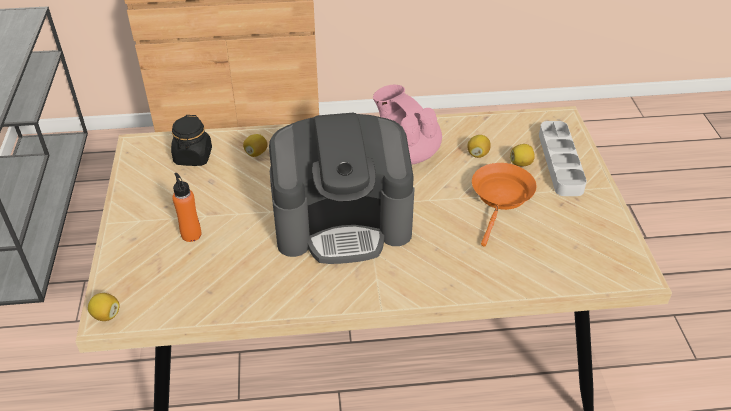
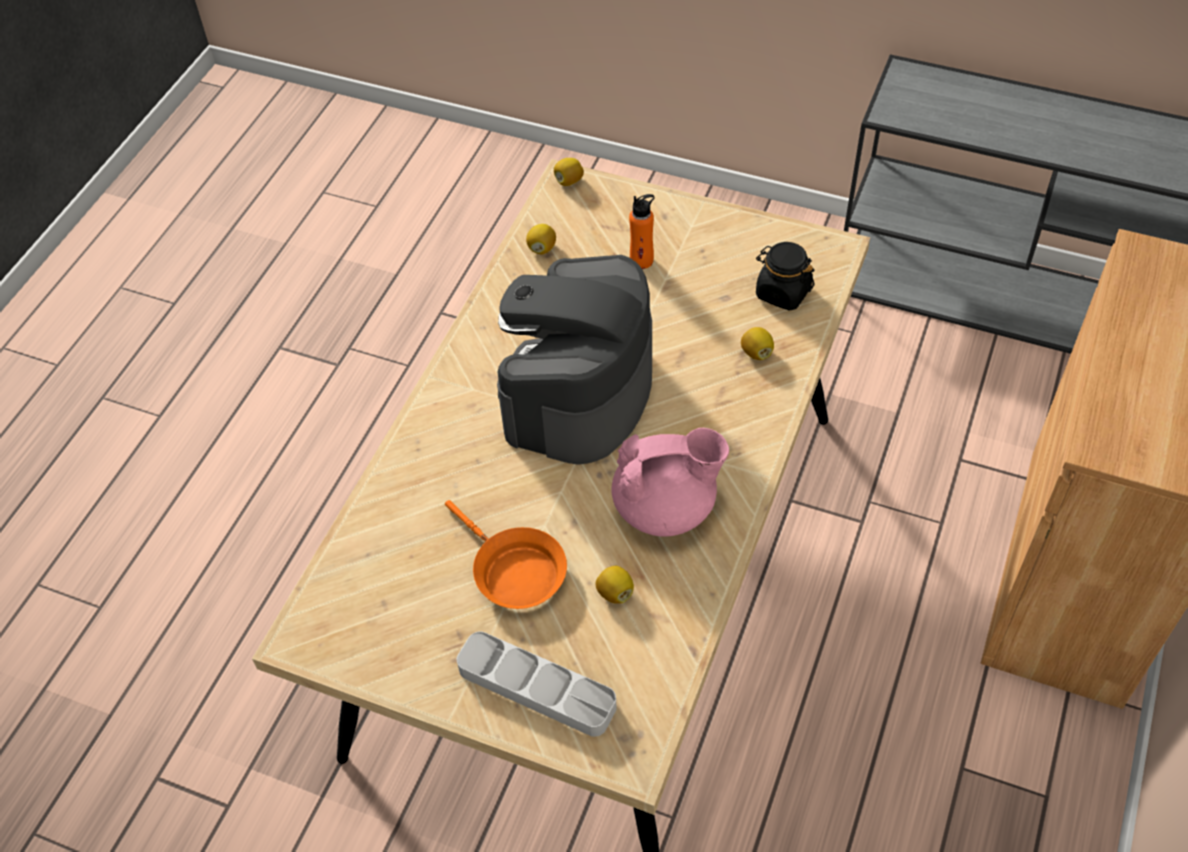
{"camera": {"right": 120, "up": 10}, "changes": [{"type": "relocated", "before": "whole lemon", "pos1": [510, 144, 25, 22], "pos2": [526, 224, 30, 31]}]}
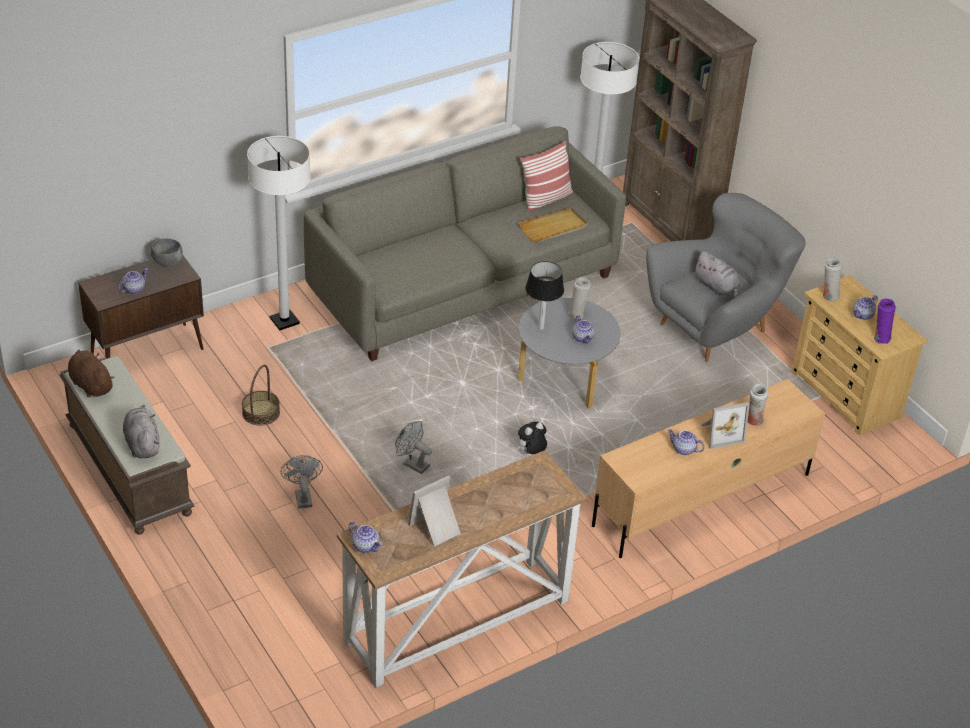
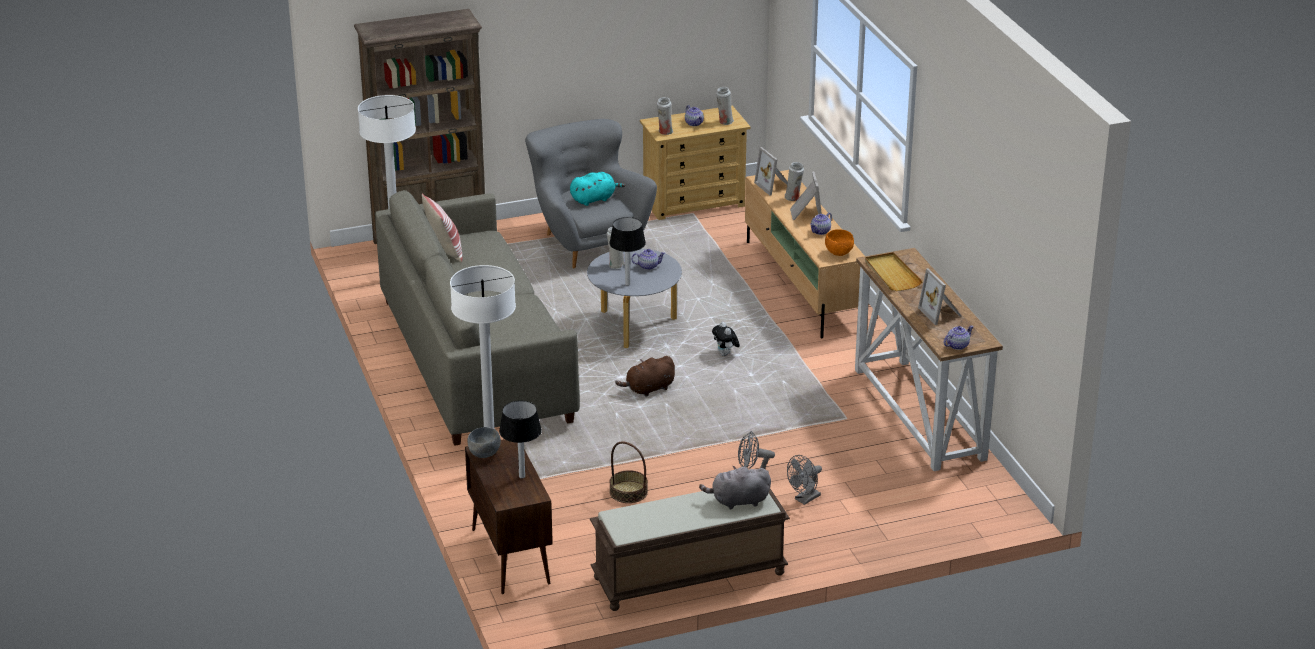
{"camera": {"right": -75, "up": -10}, "changes": [{"type": "appeared", "after": "photo frame", "pos2": [754, 147, 34, 48]}, {"type": "appeared", "after": "orange deep dish", "pos2": [825, 229, 29, 27]}, {"type": "relocated", "before": "brownish plush toy", "pos1": [68, 350, 46, 47], "pos2": [615, 356, 60, 41]}, {"type": "relocated", "before": "grey fan", "pos1": [395, 421, 37, 53], "pos2": [787, 455, 35, 50]}, {"type": "relocated", "before": "beige carrying tray", "pos1": [519, 208, 69, 34], "pos2": [865, 252, 58, 39]}, {"type": "exchanged", "before": "pot for tea", "after": "lamp for a table", "pos1": [118, 268, 30, 26], "pos2": [499, 400, 43, 78]}, {"type": "colour", "before": "grey plush toy", "after": "blue-green plush toy", "pos1": [694, 251, 46, 46], "pos2": [570, 172, 55, 34]}, {"type": "colour", "before": "purplish decorative vase", "after": "whitish decorative vase", "pos1": [874, 299, 22, 45], "pos2": [716, 87, 18, 38]}]}
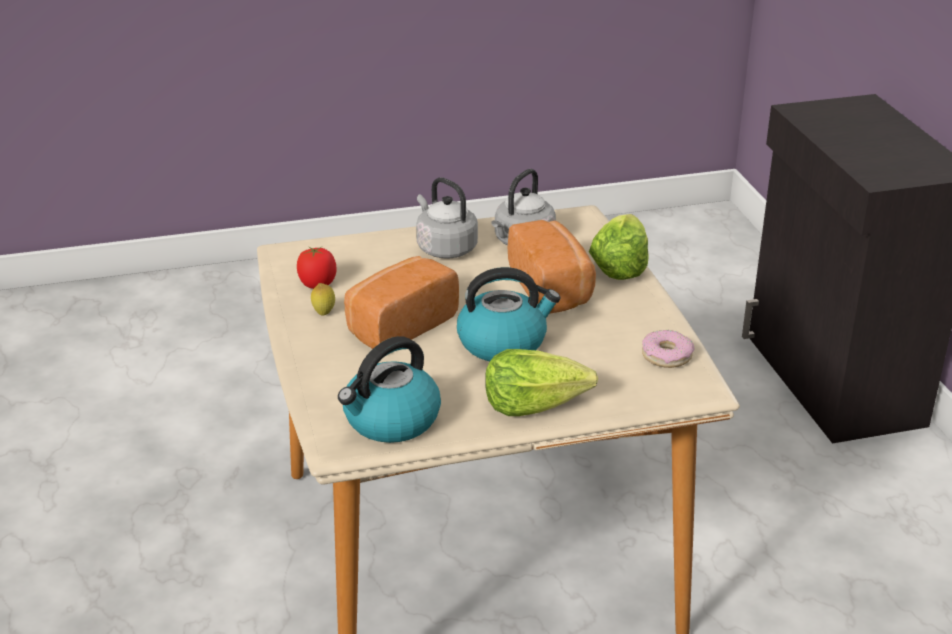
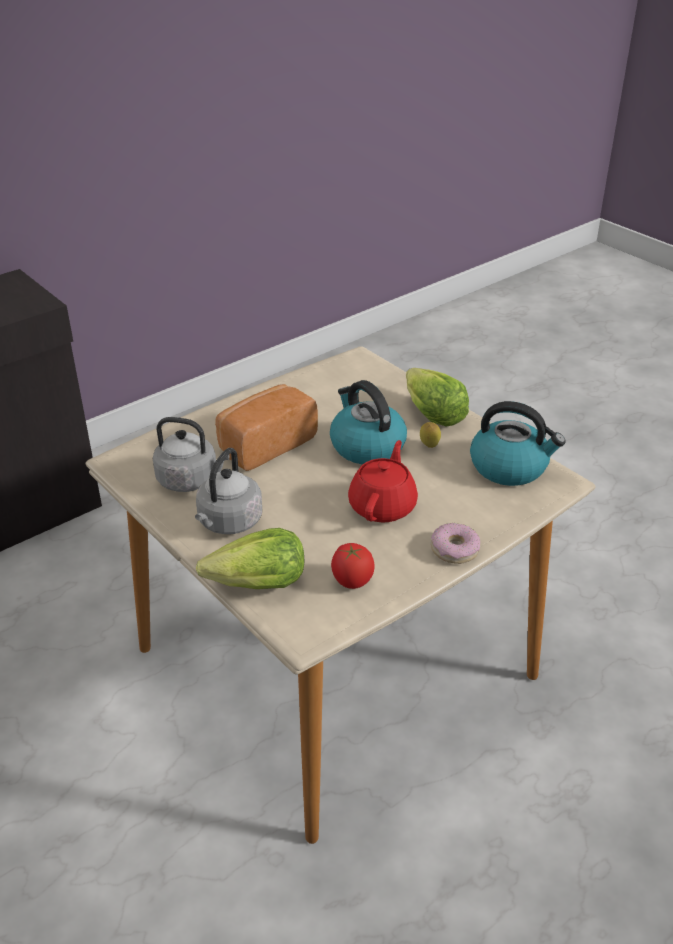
{"camera": {"right": -115, "up": 5}, "changes": [{"type": "relocated", "before": "whole lemon", "pos1": [311, 283, 24, 33], "pos2": [420, 422, 21, 26]}, {"type": "relocated", "before": "head of lettuce", "pos1": [589, 214, 59, 66], "pos2": [196, 528, 108, 61]}, {"type": "relocated", "before": "ring doughnut", "pos1": [642, 330, 53, 38], "pos2": [431, 523, 49, 41]}, {"type": "exchanged", "before": "bakery bread", "after": "reddish pot for tea", "pos1": [344, 256, 115, 93], "pos2": [348, 440, 70, 83]}]}
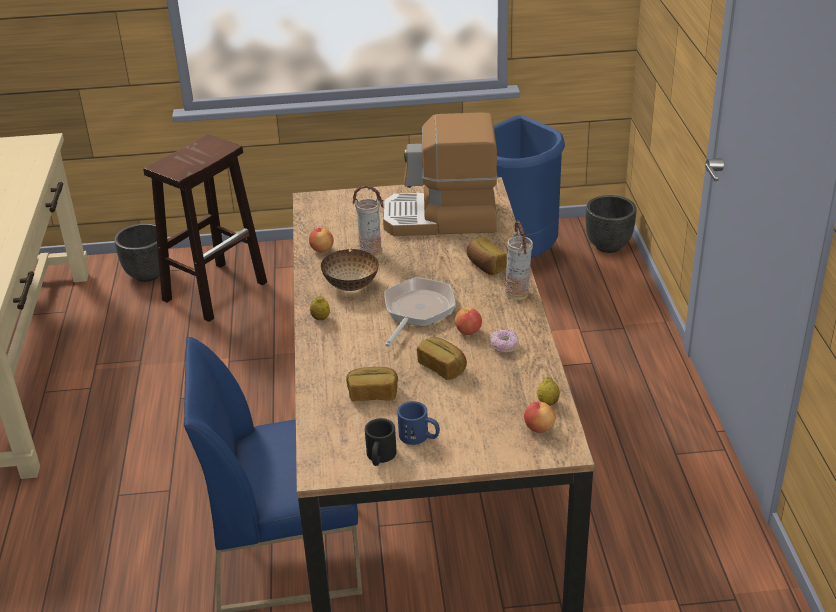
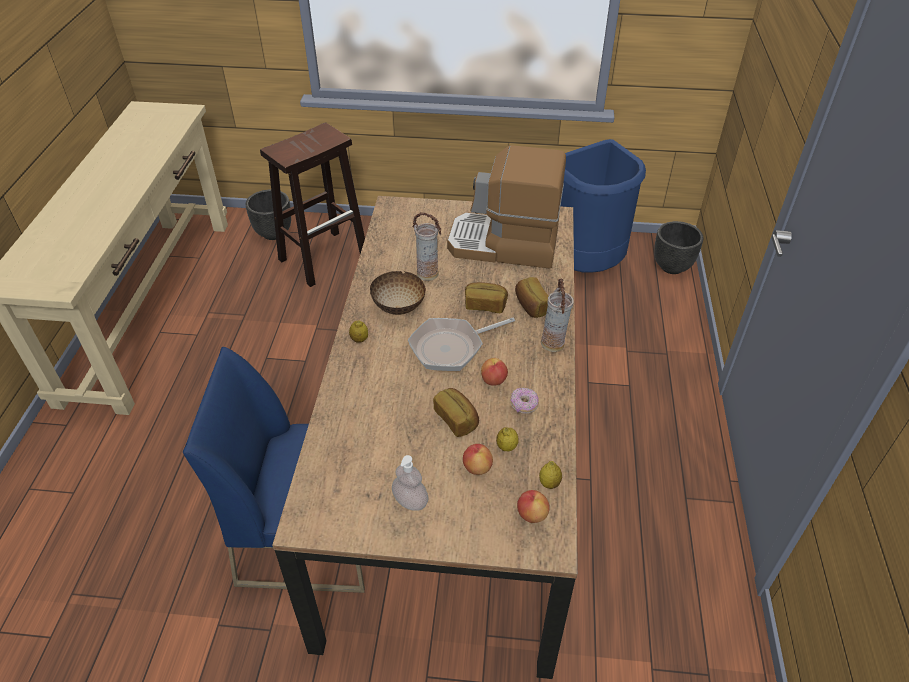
{"camera": {"right": 10, "up": 10}, "changes": [{"type": "missing", "before": "black-coloured coffee mug", "pos1": [365, 418, 32, 48]}, {"type": "appeared", "after": "whole lemon", "pos2": [496, 427, 22, 24]}, {"type": "relocated", "before": "whole apple", "pos1": [309, 227, 25, 25], "pos2": [463, 444, 30, 31]}, {"type": "relocated", "before": "bakery bread", "pos1": [346, 367, 52, 35], "pos2": [465, 282, 43, 31]}, {"type": "exchanged", "before": "blue coffee mug", "after": "liquid soap bottle", "pos1": [397, 401, 43, 44], "pos2": [392, 455, 37, 56]}, {"type": "spun", "before": "frying pan", "pos1": [384, 277, 72, 70], "pos2": [408, 318, 107, 53], "turn": -150}]}
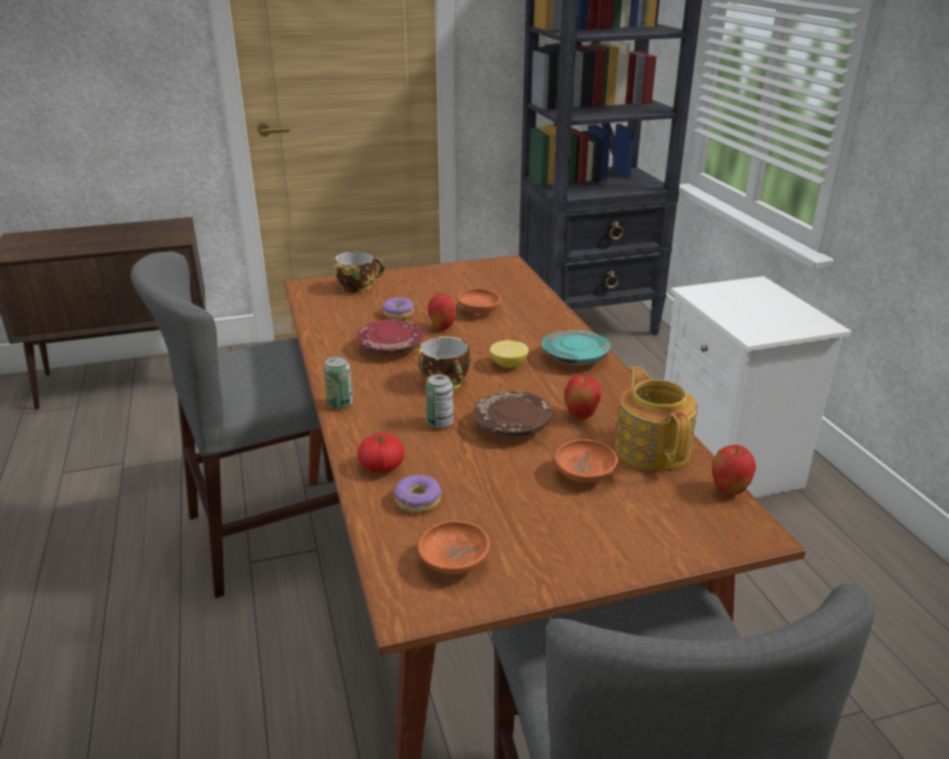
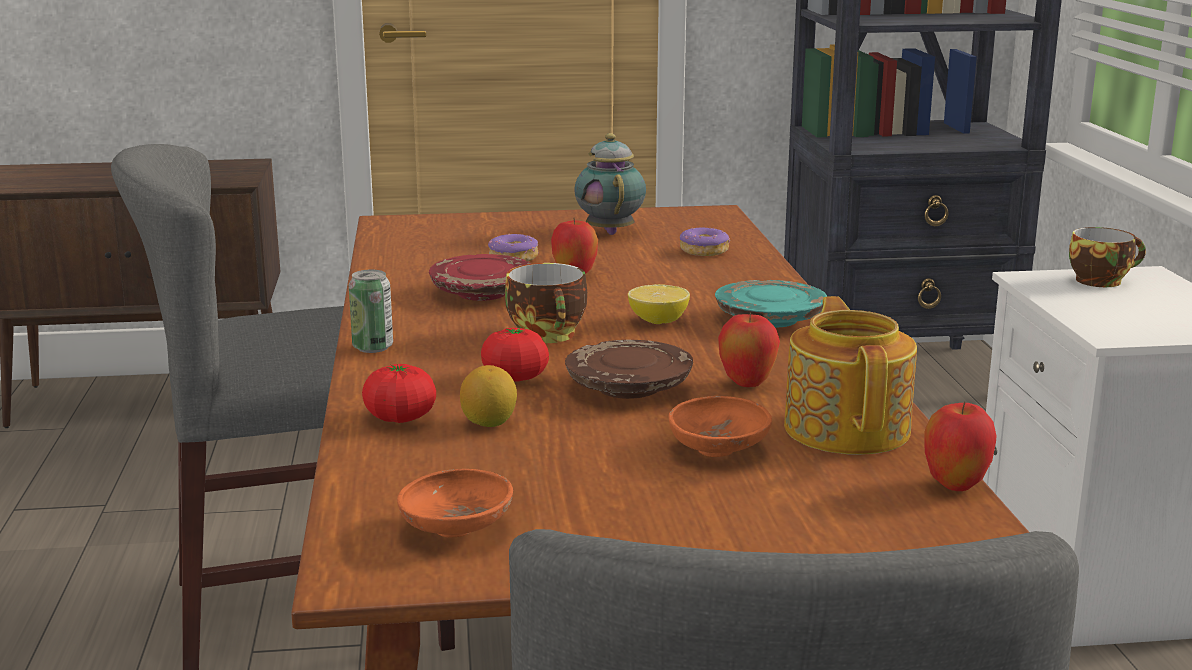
{"camera": {"right": 10, "up": -10}, "changes": [{"type": "missing", "before": "orange deep dish", "pos1": [458, 289, 43, 26]}, {"type": "appeared", "after": "whole lemon", "pos2": [460, 365, 57, 62]}, {"type": "appeared", "after": "pot for tea", "pos2": [574, 133, 72, 102]}, {"type": "relocated", "before": "cup", "pos1": [335, 251, 50, 42], "pos2": [1069, 227, 77, 60]}, {"type": "relocated", "before": "ring doughnut", "pos1": [394, 475, 48, 38], "pos2": [680, 227, 50, 29]}, {"type": "exchanged", "before": "metal can", "after": "fresh tomato", "pos1": [425, 374, 28, 55], "pos2": [481, 327, 68, 55]}]}
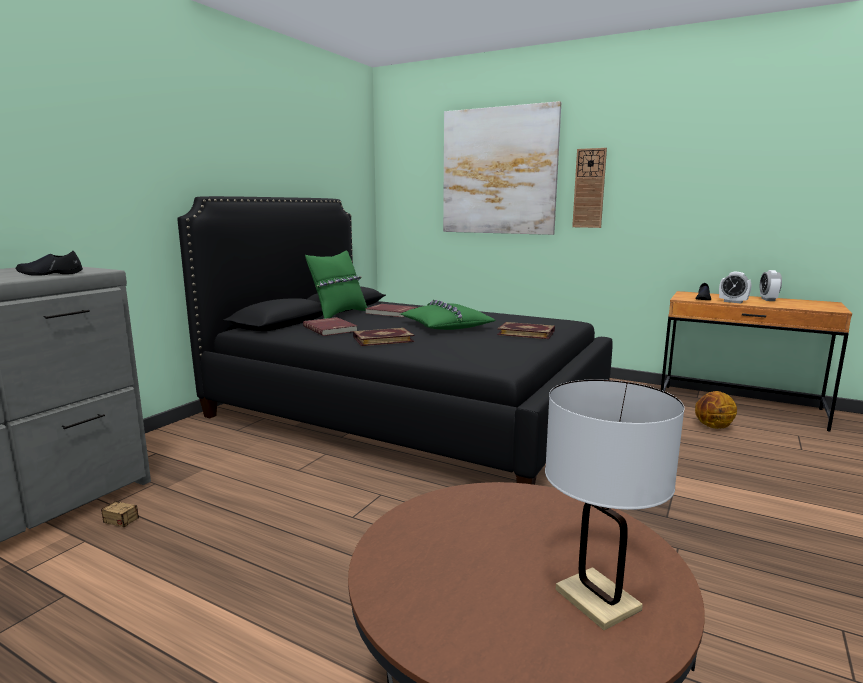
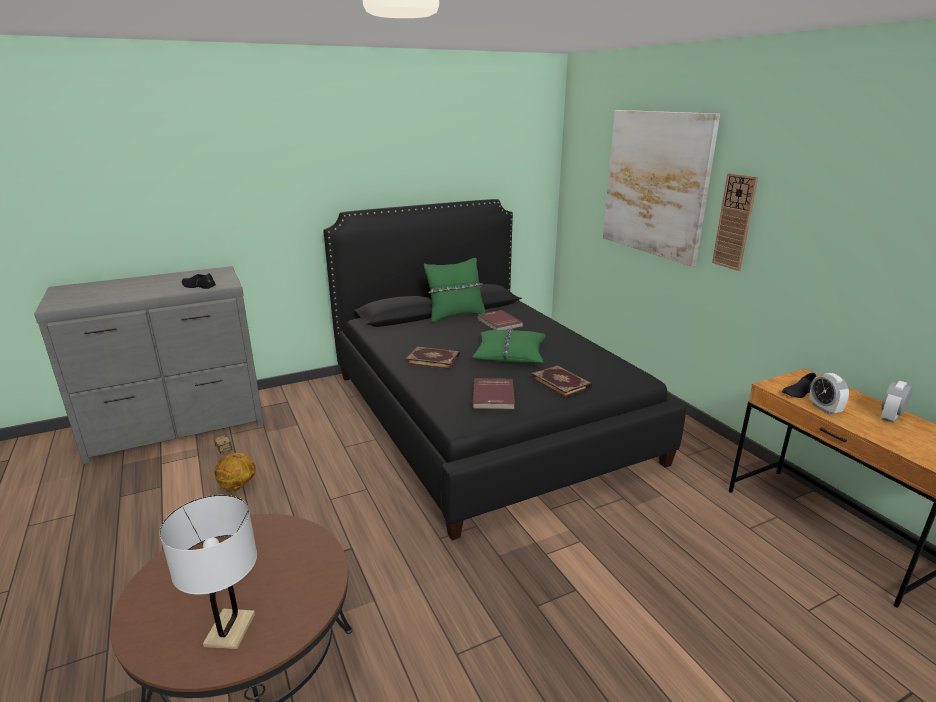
{"camera": {"right": 35, "up": 10}, "changes": [{"type": "relocated", "before": "reddish book", "pos1": [303, 317, 54, 19], "pos2": [473, 378, 42, 32]}, {"type": "relocated", "before": "basketball", "pos1": [695, 391, 42, 38], "pos2": [214, 453, 42, 38]}]}
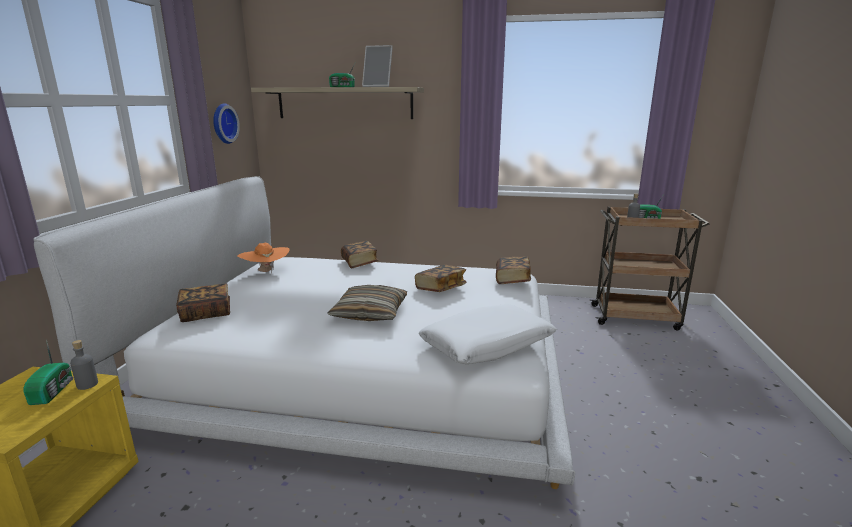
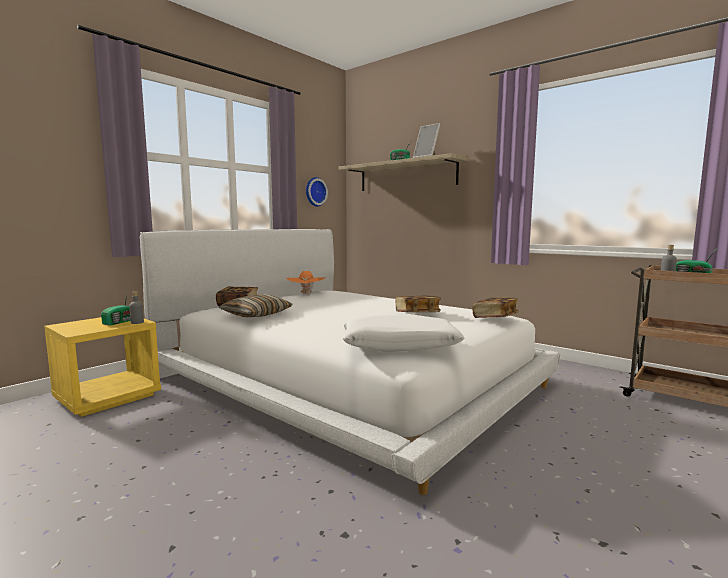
{"camera": {"right": 30, "up": -10}, "changes": [{"type": "missing", "before": "book", "pos1": [341, 241, 37, 27]}, {"type": "relocated", "before": "cushion", "pos1": [327, 285, 80, 36], "pos2": [218, 294, 75, 23]}]}
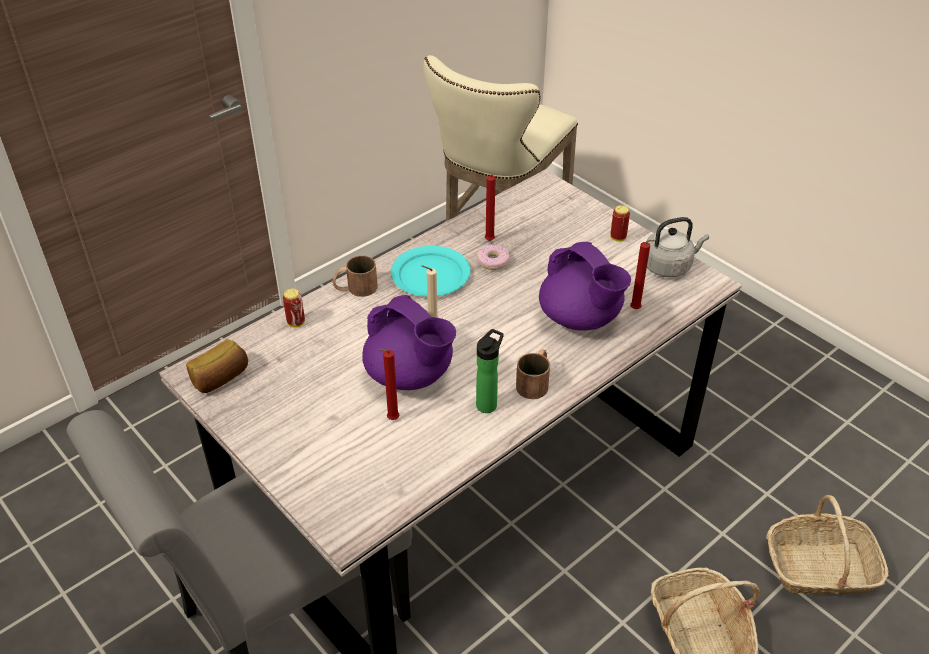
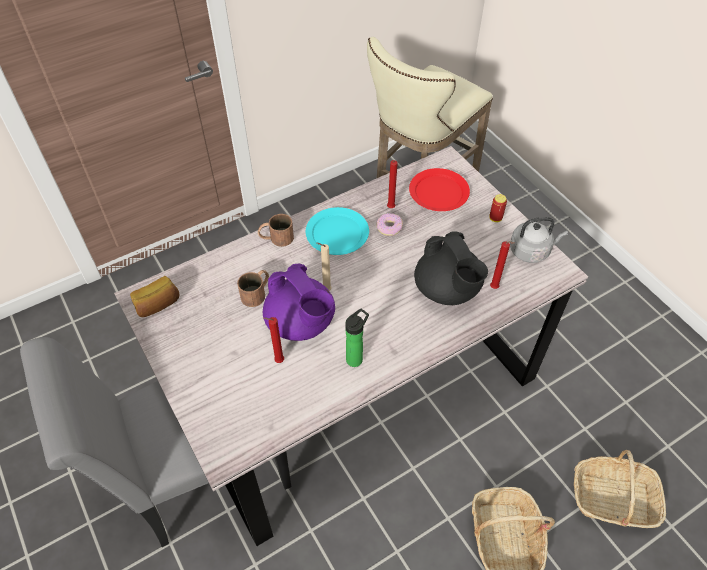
{"camera": {"right": 10, "up": 10}, "changes": [{"type": "missing", "before": "metal can", "pos1": [283, 289, 22, 39]}, {"type": "appeared", "after": "reddish plate", "pos2": [409, 168, 61, 43]}, {"type": "relocated", "before": "brownish coffee mug", "pos1": [516, 350, 34, 49], "pos2": [237, 270, 32, 37]}, {"type": "colour", "before": "purplish pot for tea", "after": "black-coloured pot for tea", "pos1": [539, 242, 92, 89], "pos2": [414, 231, 74, 74]}]}
